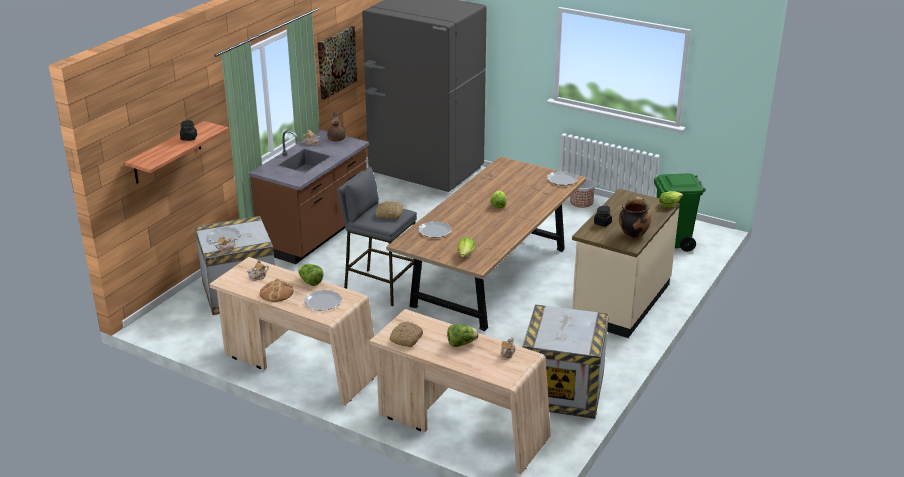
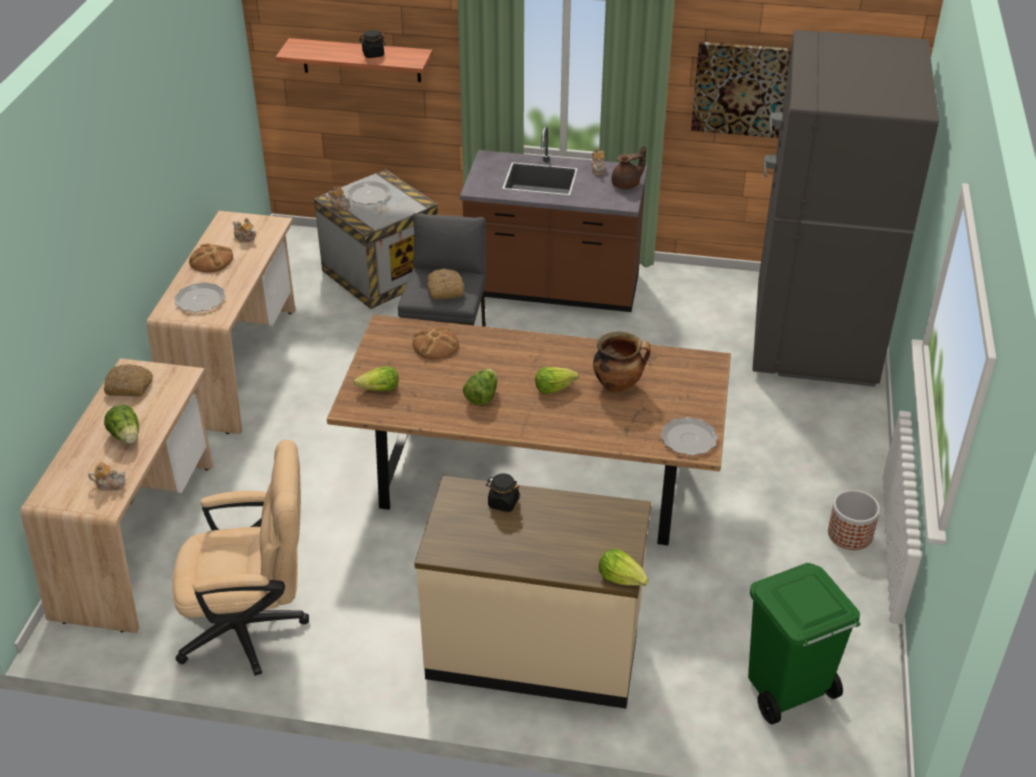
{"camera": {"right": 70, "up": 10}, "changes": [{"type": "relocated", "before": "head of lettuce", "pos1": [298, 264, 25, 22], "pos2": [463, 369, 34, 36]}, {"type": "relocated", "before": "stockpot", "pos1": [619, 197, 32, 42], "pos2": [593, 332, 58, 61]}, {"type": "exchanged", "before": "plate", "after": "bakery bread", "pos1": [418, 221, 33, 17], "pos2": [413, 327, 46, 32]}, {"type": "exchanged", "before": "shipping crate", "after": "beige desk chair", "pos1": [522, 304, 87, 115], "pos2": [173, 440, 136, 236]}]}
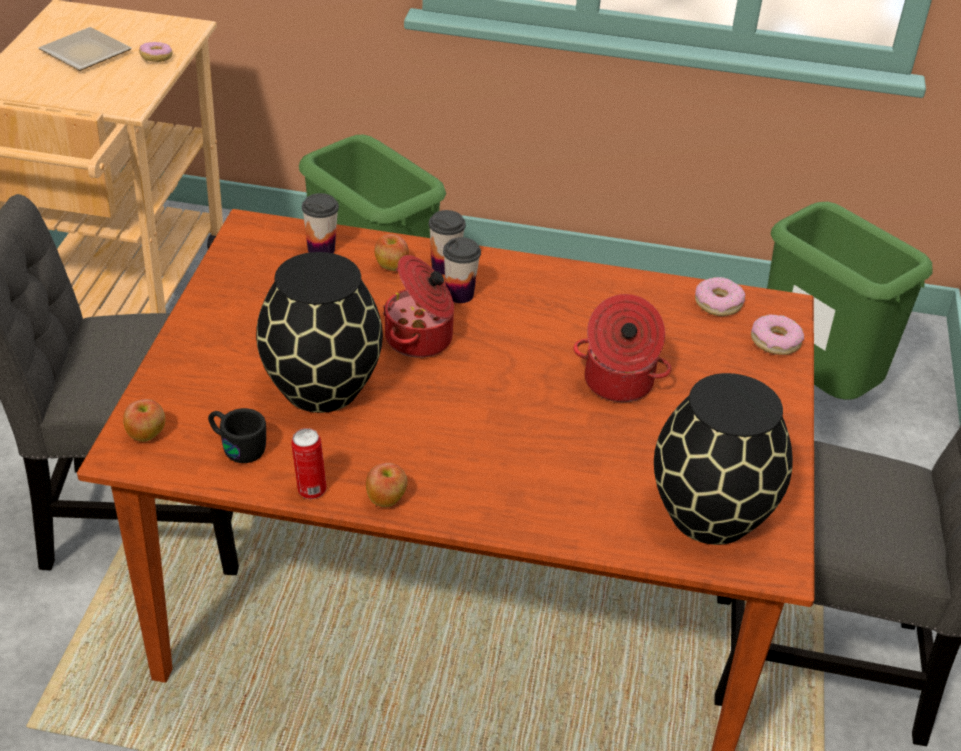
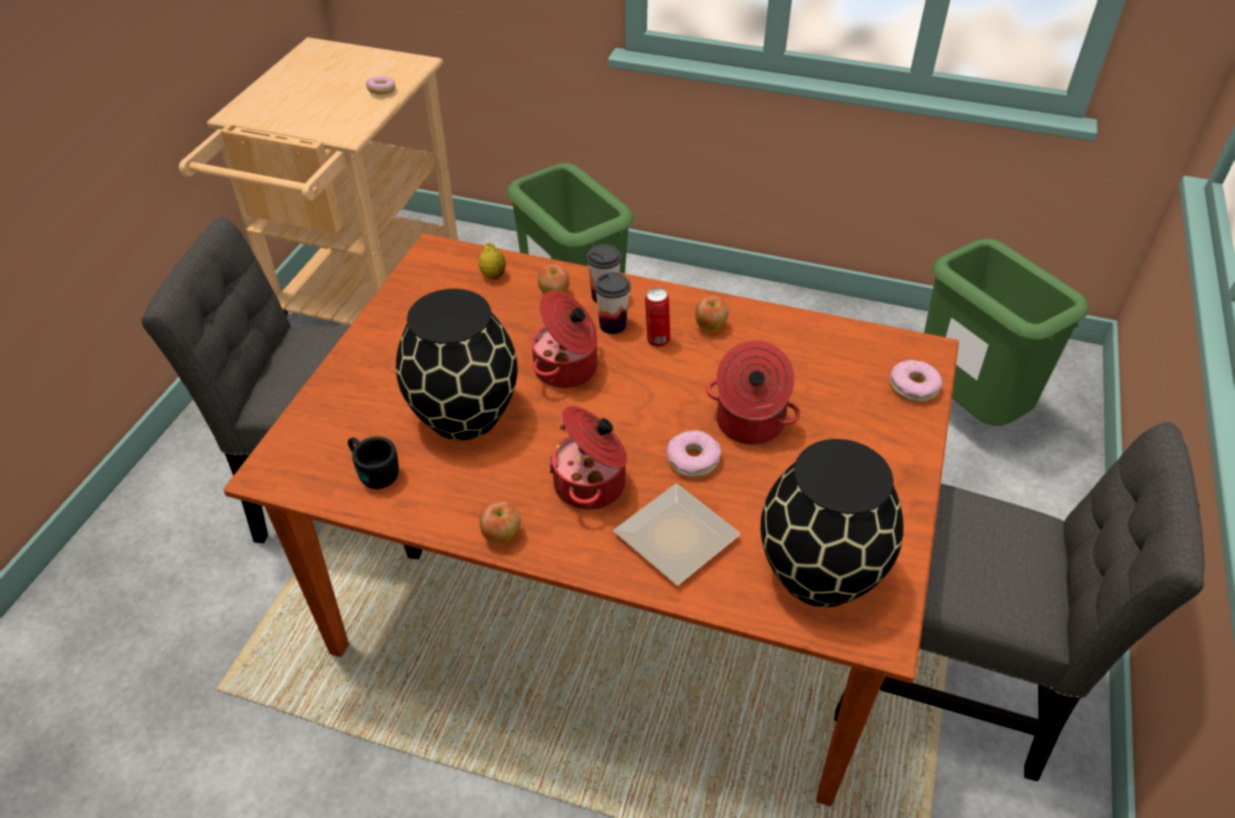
{"camera": {"right": 10, "up": 5}, "changes": [{"type": "appeared", "after": "stockpot", "pos2": [549, 406, 78, 104]}, {"type": "relocated", "before": "plate", "pos1": [38, 27, 94, 44], "pos2": [613, 484, 128, 101]}, {"type": "relocated", "before": "whole apple", "pos1": [123, 399, 42, 43], "pos2": [695, 296, 34, 36]}, {"type": "relocated", "before": "metal can", "pos1": [291, 428, 36, 71], "pos2": [645, 288, 25, 59]}, {"type": "relocated", "before": "ring doughnut", "pos1": [695, 277, 50, 39], "pos2": [667, 430, 54, 48]}, {"type": "exchanged", "before": "cup", "after": "whole lemon", "pos1": [302, 193, 37, 60], "pos2": [479, 243, 27, 36]}]}
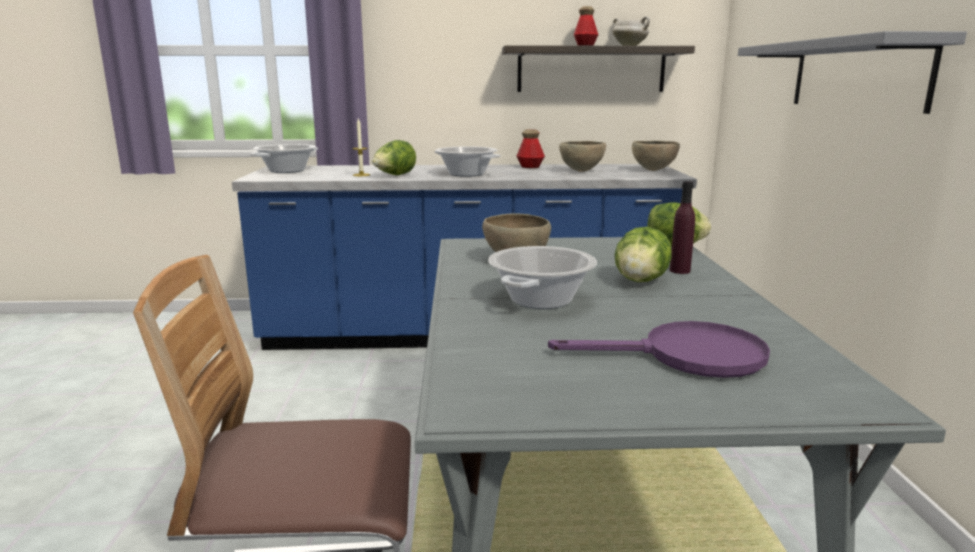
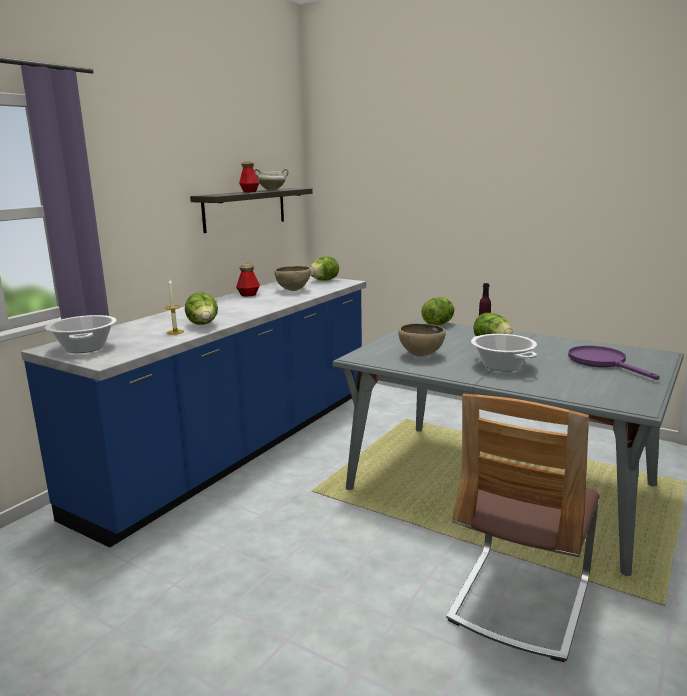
{"camera": {"right": -55, "up": 0}, "changes": [{"type": "missing", "before": "stockpot", "pos1": [435, 146, 65, 31]}, {"type": "missing", "before": "grey wall shelf", "pos1": [738, 31, 229, 83]}, {"type": "exchanged", "before": "brownish deep dish", "after": "head of lettuce", "pos1": [632, 141, 48, 30], "pos2": [309, 256, 30, 25]}, {"type": "spun", "before": "purplish frying pan", "pos1": [548, 321, 222, 57], "pos2": [568, 346, 92, 34], "turn": -60}]}
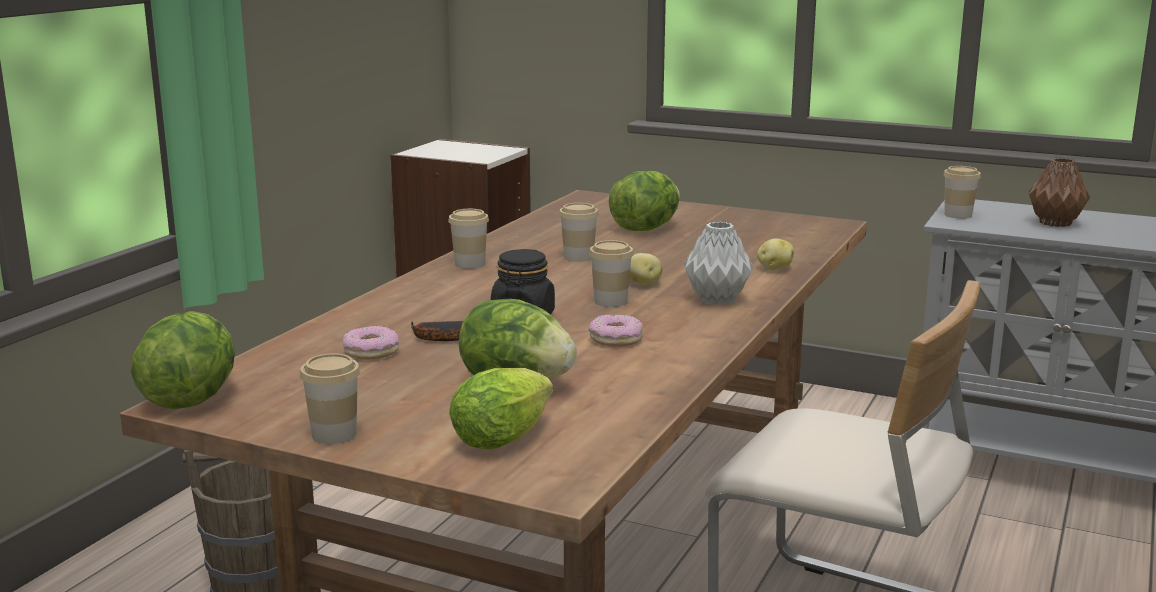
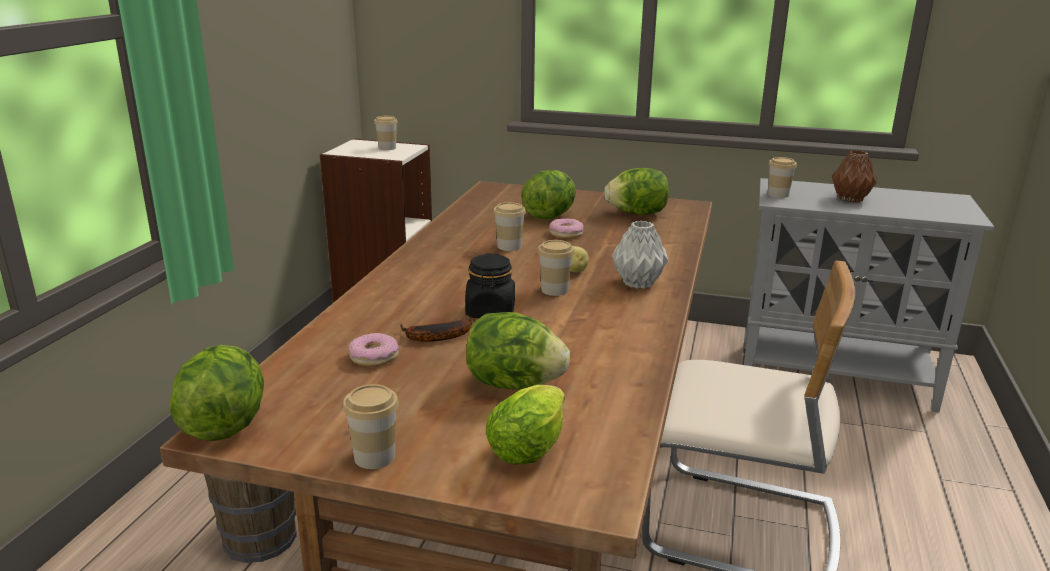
{"camera": {"right": -10, "up": 5}, "changes": [{"type": "missing", "before": "potato", "pos1": [757, 238, 37, 32]}, {"type": "appeared", "after": "head of lettuce", "pos2": [604, 168, 65, 47]}, {"type": "relocated", "before": "cup", "pos1": [448, 209, 41, 60], "pos2": [374, 116, 24, 34]}, {"type": "relocated", "before": "ring doughnut", "pos1": [589, 315, 54, 32], "pos2": [549, 219, 34, 20]}]}
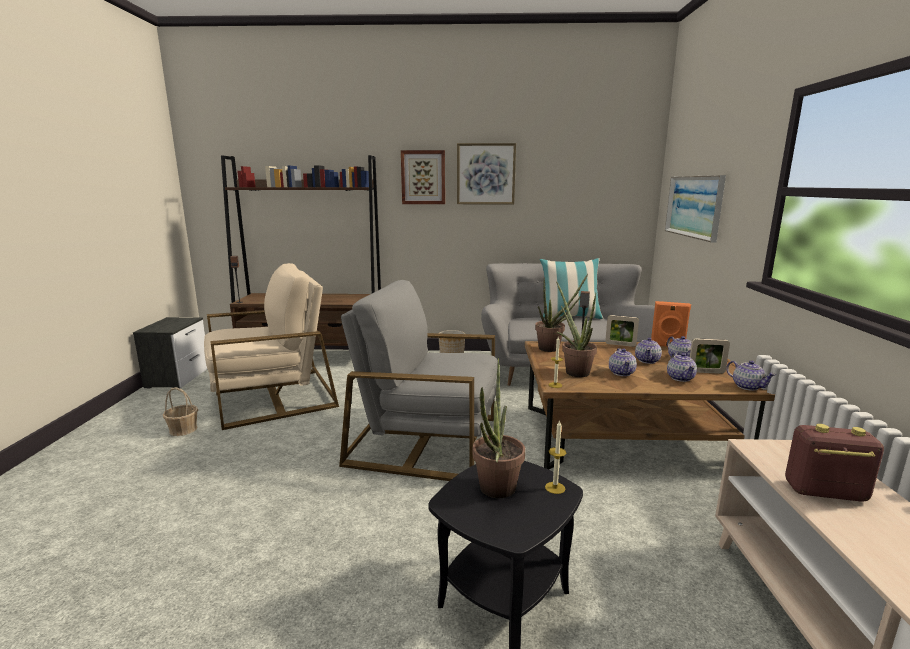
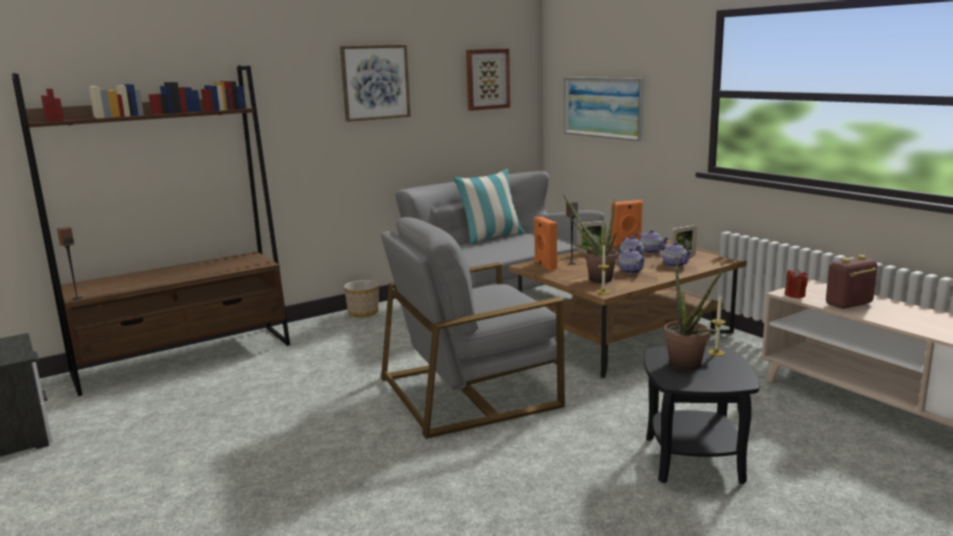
{"camera": {"right": -35, "up": 0}, "changes": [{"type": "missing", "before": "basket", "pos1": [163, 387, 35, 49]}, {"type": "missing", "before": "beige armchair", "pos1": [204, 263, 135, 167]}, {"type": "missing", "before": "pot for tea", "pos1": [726, 360, 50, 31]}, {"type": "appeared", "after": "reddish candle", "pos2": [785, 269, 23, 29]}, {"type": "relocated", "before": "wall art", "pos1": [401, 150, 44, 54], "pos2": [466, 49, 44, 62]}, {"type": "exchanged", "before": "houseplant", "after": "orange audio speaker", "pos1": [535, 274, 53, 78], "pos2": [534, 217, 23, 54]}]}
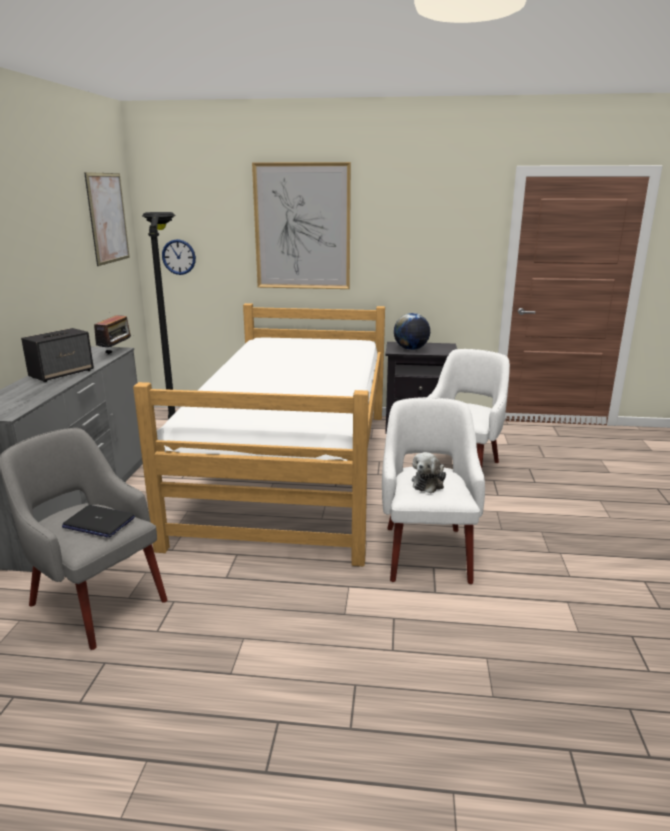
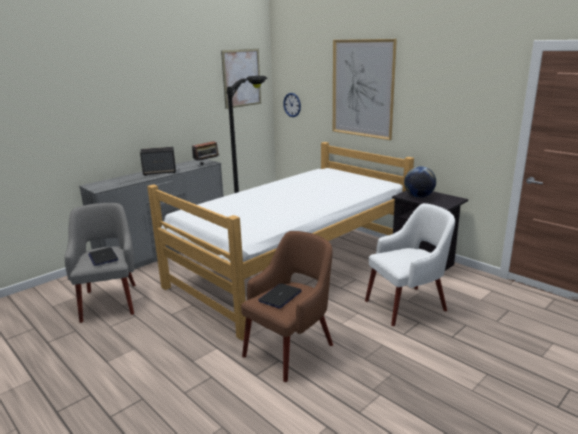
{"camera": {"right": 40, "up": 0}, "changes": [{"type": "exchanged", "before": "plush toy", "after": "laptop", "pos1": [412, 452, 34, 41], "pos2": [258, 283, 44, 26]}, {"type": "colour", "before": "whitish armchair", "after": "brownish armchair", "pos1": [382, 397, 103, 187], "pos2": [241, 231, 92, 151]}]}
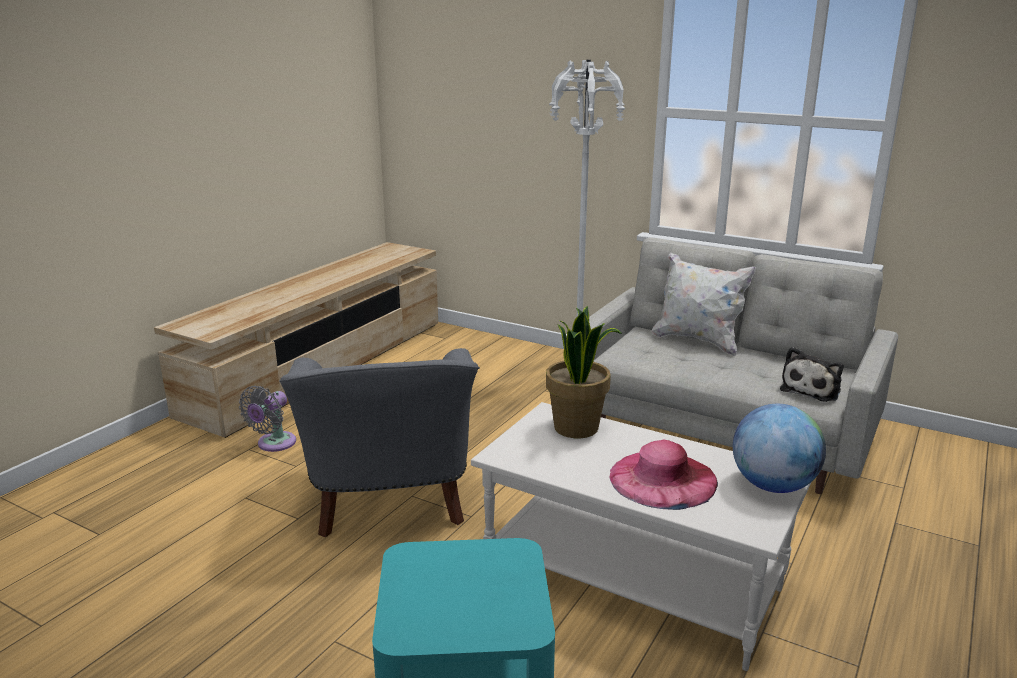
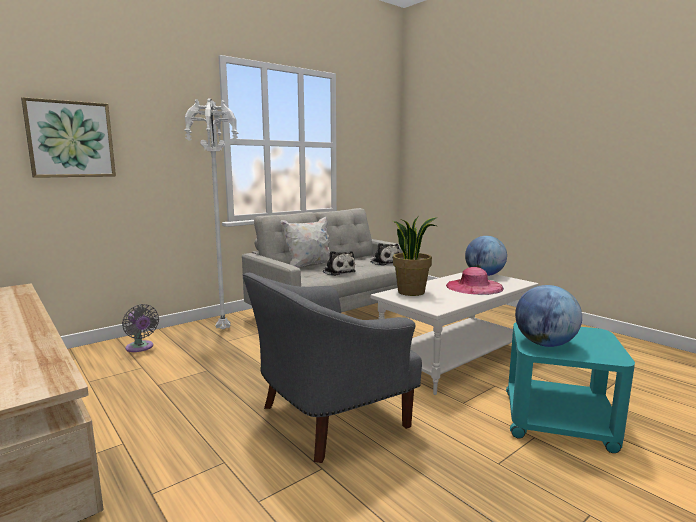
{"camera": {"right": -70, "up": -10}, "changes": [{"type": "appeared", "after": "wall art", "pos2": [21, 97, 95, 81]}, {"type": "appeared", "after": "plush toy", "pos2": [323, 251, 33, 25]}, {"type": "appeared", "after": "desk globe", "pos2": [515, 285, 67, 62]}, {"type": "relocated", "before": "grey fan", "pos1": [239, 386, 57, 66], "pos2": [122, 304, 37, 48]}, {"type": "spun", "before": "grey armchair", "pos1": [279, 348, 201, 190], "pos2": [243, 273, 179, 190], "turn": 135}]}
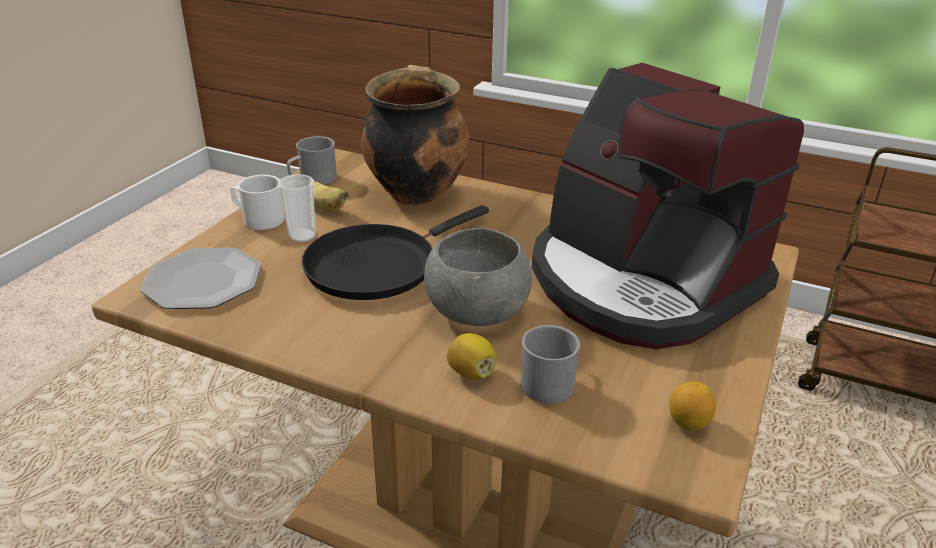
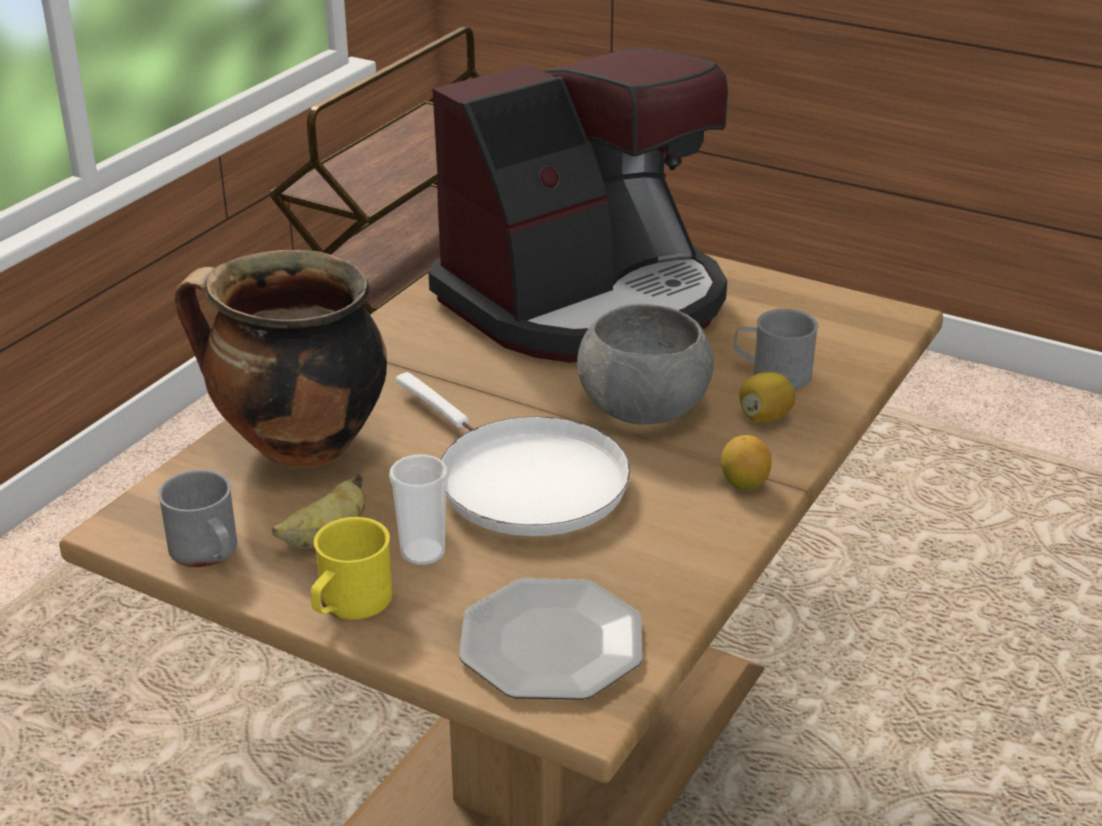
{"camera": {"right": -85, "up": 0}, "changes": [{"type": "relocated", "before": "whole lemon", "pos1": [669, 381, 47, 49], "pos2": [721, 435, 51, 55]}, {"type": "colour", "before": "whitish coffee mug", "after": "yellow-coloured coffee mug", "pos1": [231, 175, 54, 55], "pos2": [311, 517, 81, 103]}, {"type": "colour", "before": "black-coloured frying pan", "after": "whitish frying pan", "pos1": [302, 205, 187, 95], "pos2": [396, 372, 235, 164]}]}
